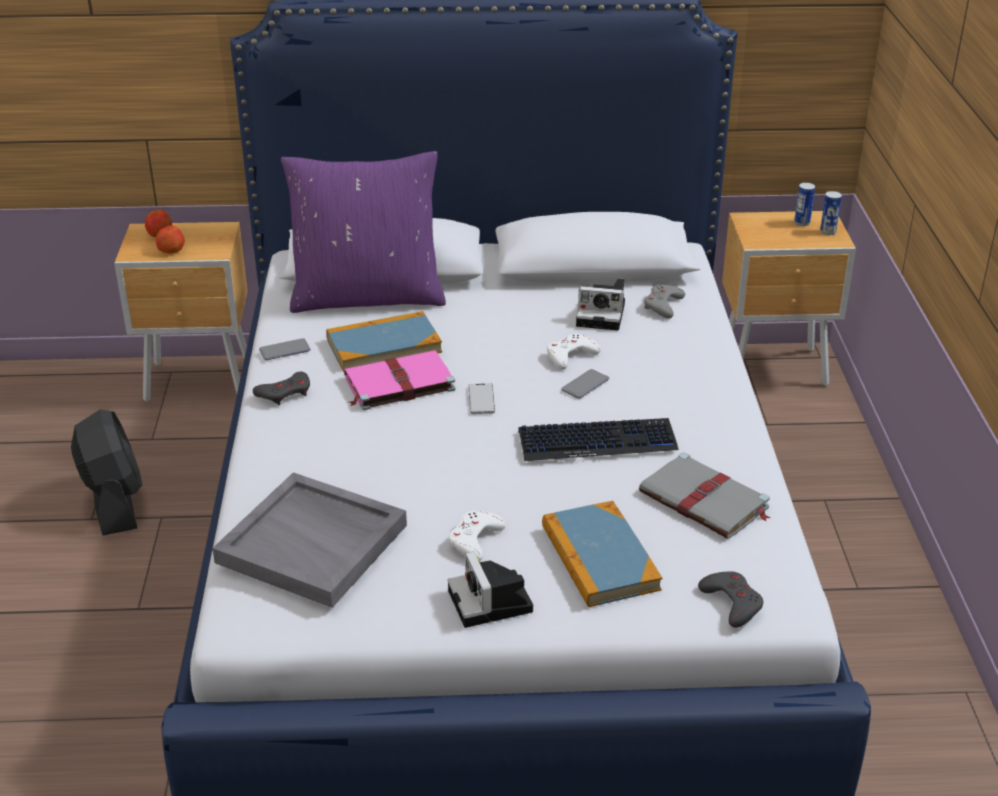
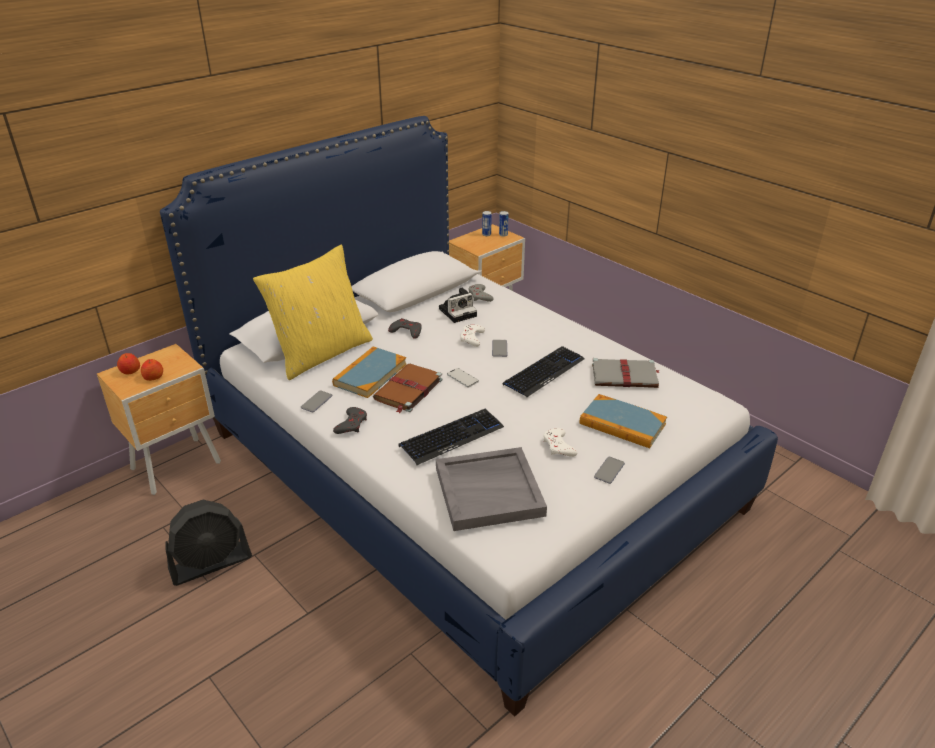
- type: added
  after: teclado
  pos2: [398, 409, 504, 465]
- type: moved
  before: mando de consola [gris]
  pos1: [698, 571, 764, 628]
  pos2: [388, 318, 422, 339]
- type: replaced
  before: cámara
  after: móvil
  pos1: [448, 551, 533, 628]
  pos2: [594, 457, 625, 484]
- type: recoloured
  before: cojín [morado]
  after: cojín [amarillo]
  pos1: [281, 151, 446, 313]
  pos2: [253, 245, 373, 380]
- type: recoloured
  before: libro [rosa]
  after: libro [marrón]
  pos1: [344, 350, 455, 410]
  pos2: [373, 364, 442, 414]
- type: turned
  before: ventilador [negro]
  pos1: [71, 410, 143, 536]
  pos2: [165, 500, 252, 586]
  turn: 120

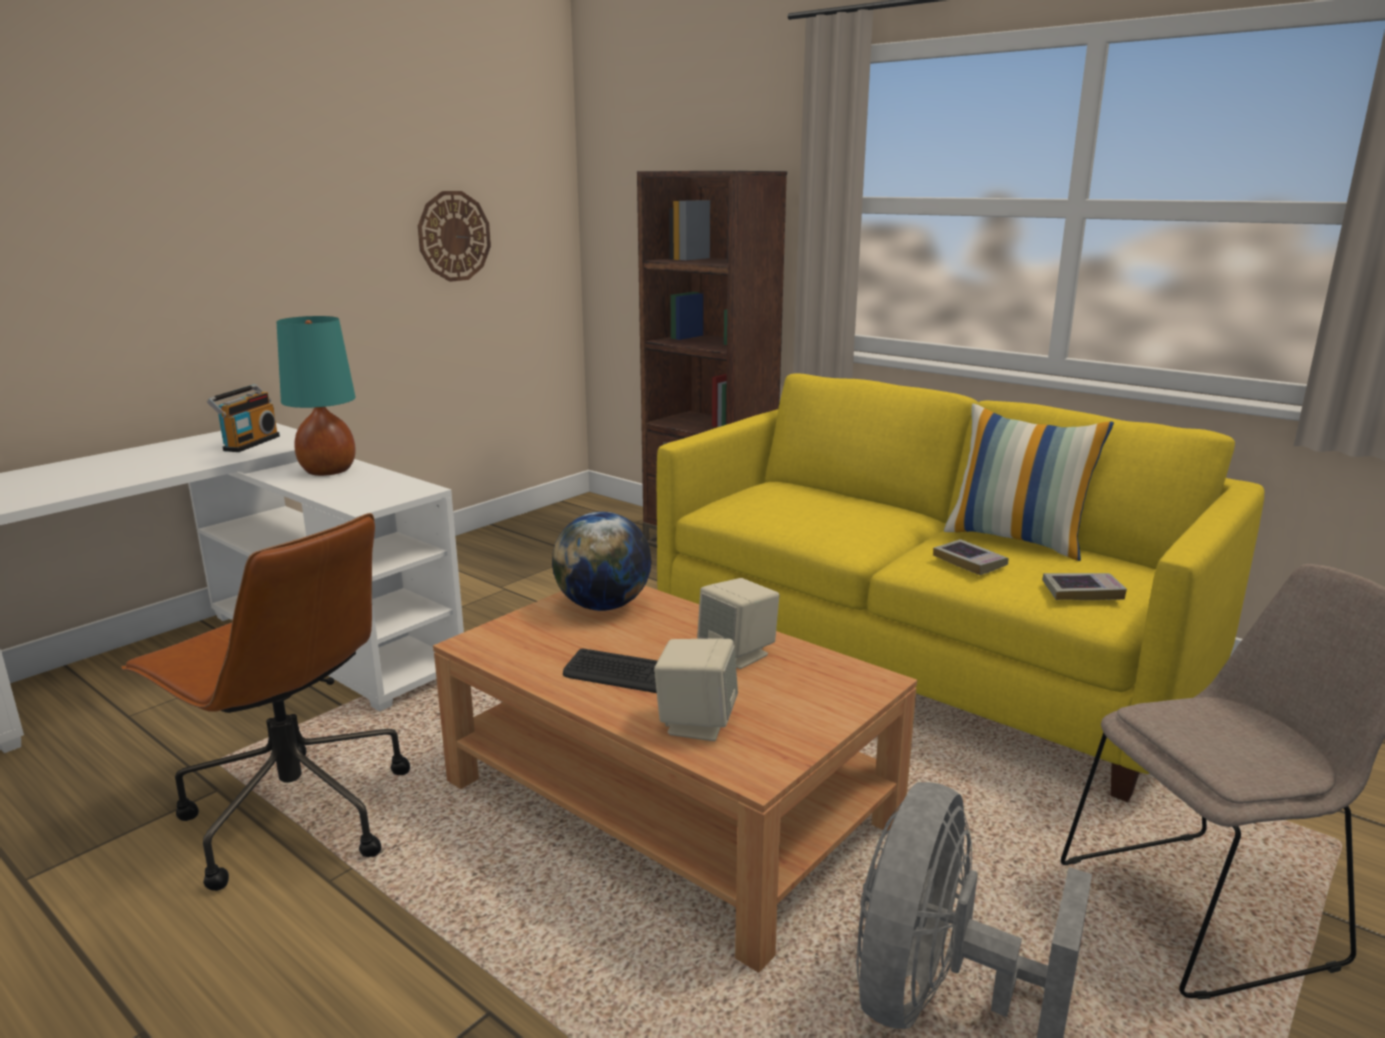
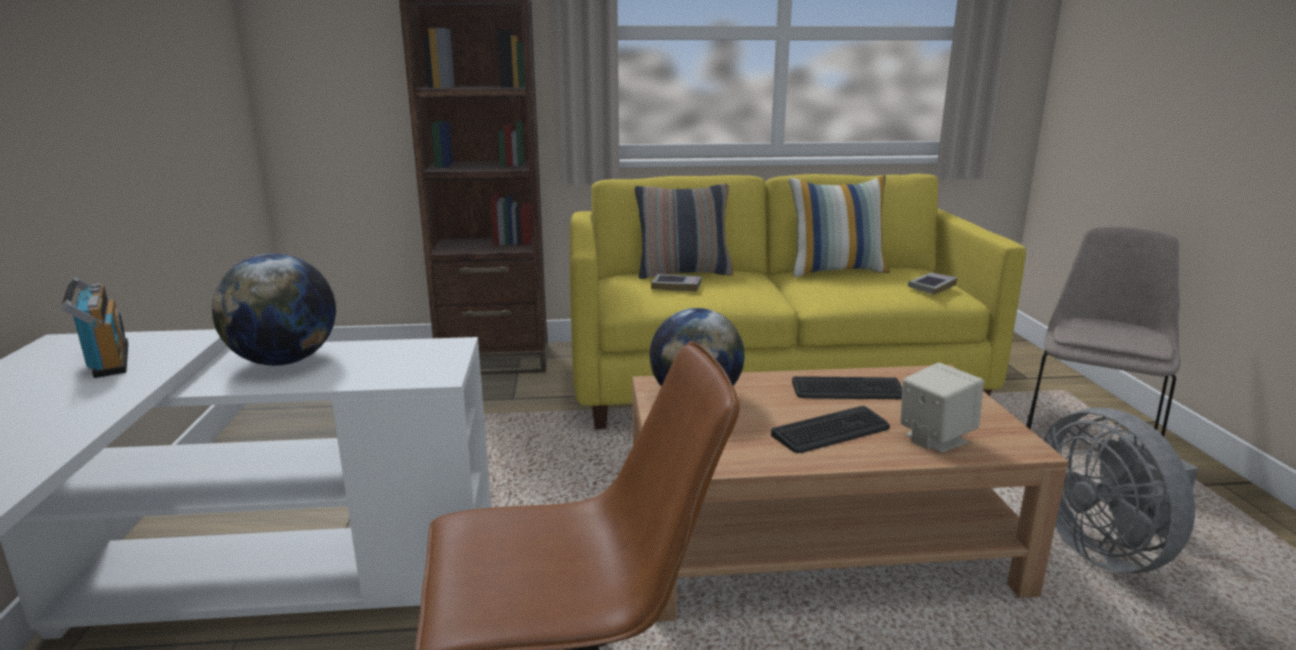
- type: removed
  before: reloj de pared
  pos1: [418, 191, 491, 282]
- type: added
  after: cojín
  pos2: [635, 184, 734, 279]
- type: moved
  before: libro
  pos1: [933, 539, 1008, 575]
  pos2: [651, 274, 702, 292]
- type: replaced
  before: lámpara de mesa [turquesa]
  after: globo terráqueo
  pos1: [277, 316, 356, 476]
  pos2: [212, 253, 336, 366]
- type: replaced
  before: altavoz [beis]
  after: teclado
  pos1: [697, 578, 780, 669]
  pos2: [792, 376, 902, 399]

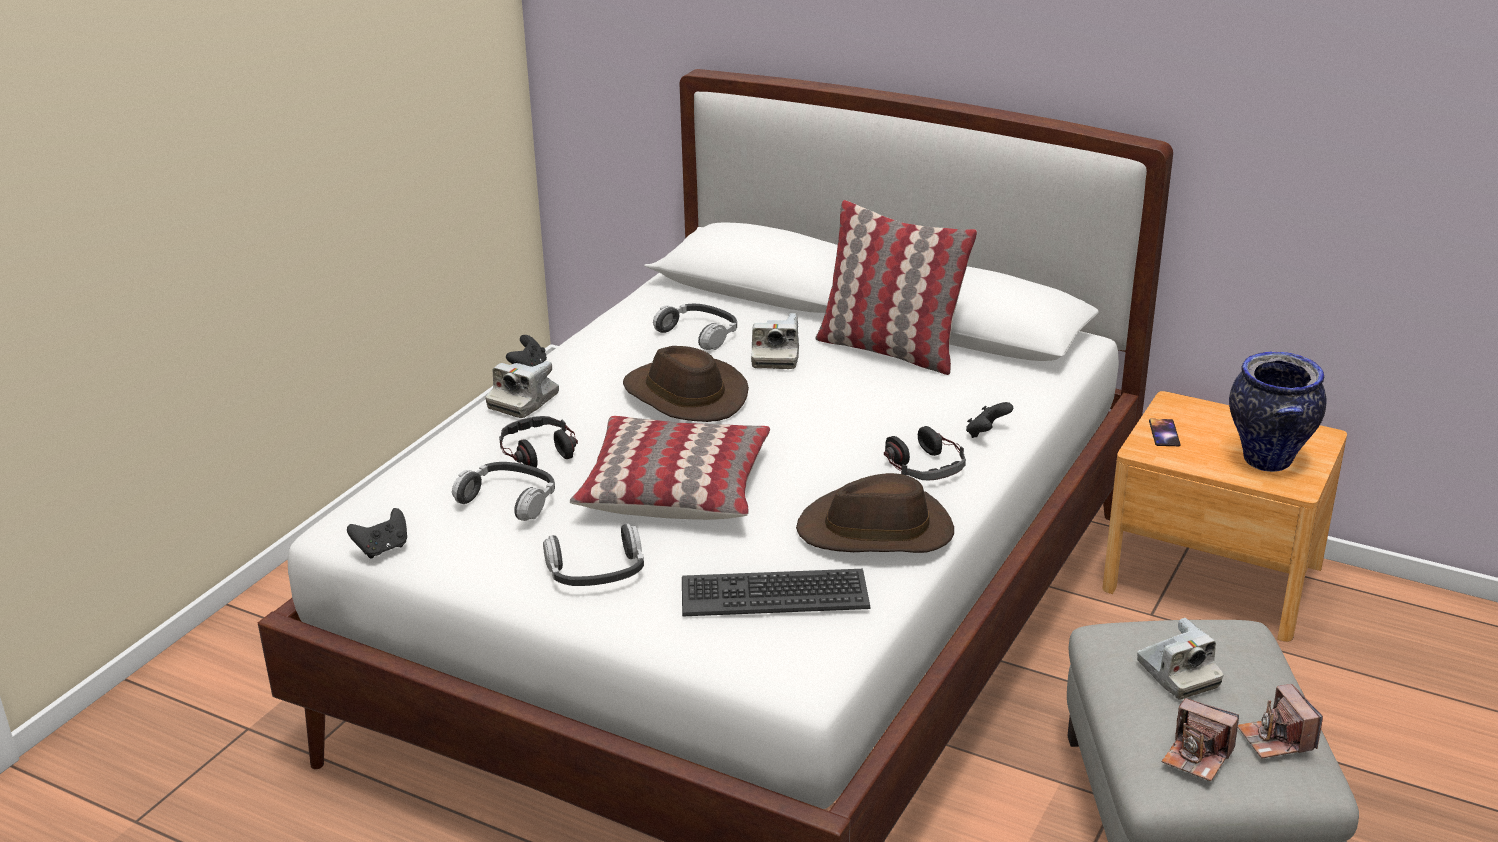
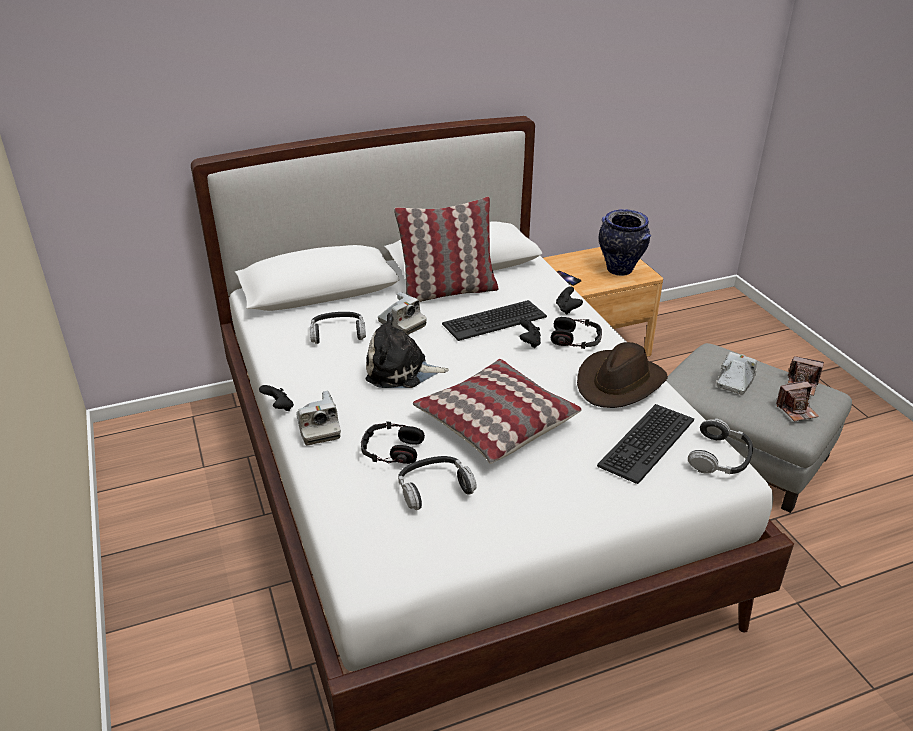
- type: added
  after: teclado
  pos2: [442, 300, 547, 341]
- type: moved
  before: mando de consola [negro]
  pos1: [347, 508, 407, 559]
  pos2: [519, 319, 541, 348]
- type: moved
  before: auriculares
  pos1: [543, 524, 644, 586]
  pos2: [688, 418, 753, 474]
- type: replaced
  before: sombrero [marrón]
  after: peluche
  pos1: [623, 346, 749, 422]
  pos2: [366, 313, 449, 388]
- type: turned
  before: cámara
  pos1: [1137, 618, 1223, 700]
  pos2: [717, 352, 757, 395]
  turn: -75

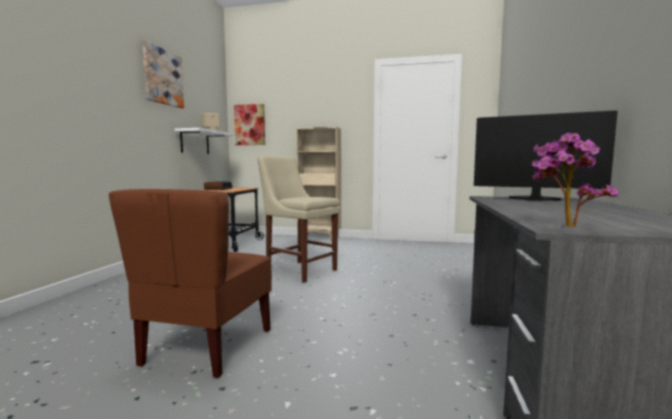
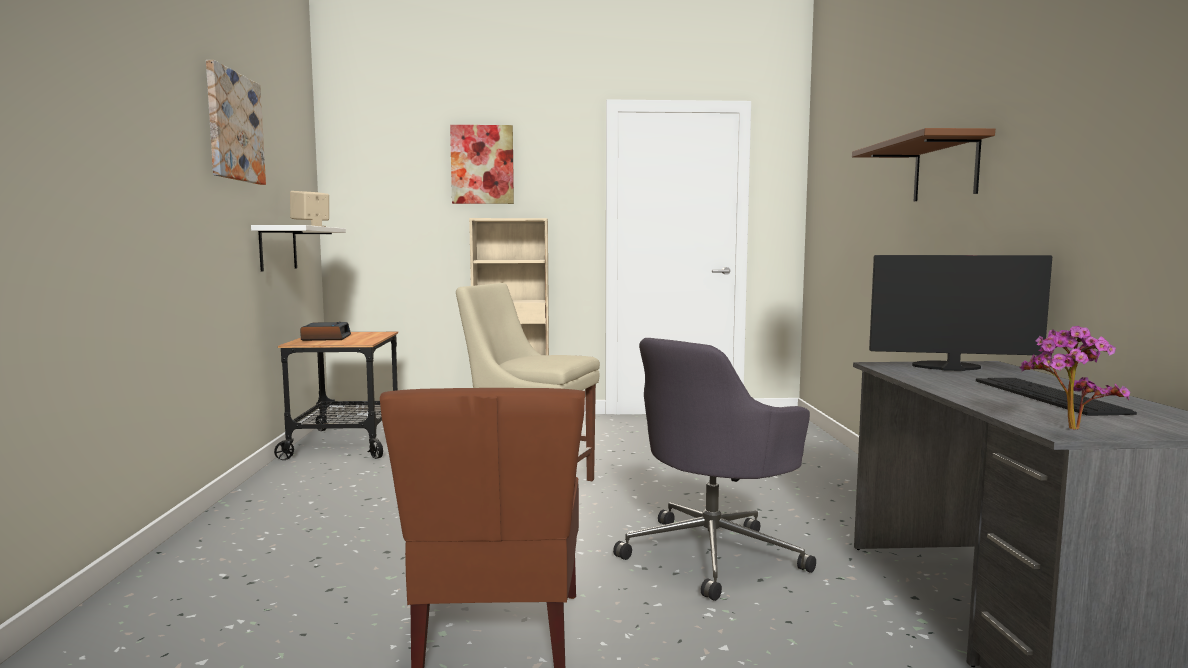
- type: added
  after: silla de oficina [gris]
  pos2: [613, 338, 816, 601]
- type: added
  after: estante [marrón]
  pos2: [852, 128, 995, 201]
- type: added
  after: teclado
  pos2: [976, 378, 1137, 416]
- type: moved
  before: cuadro
  pos1: [234, 104, 265, 145]
  pos2: [450, 125, 514, 204]

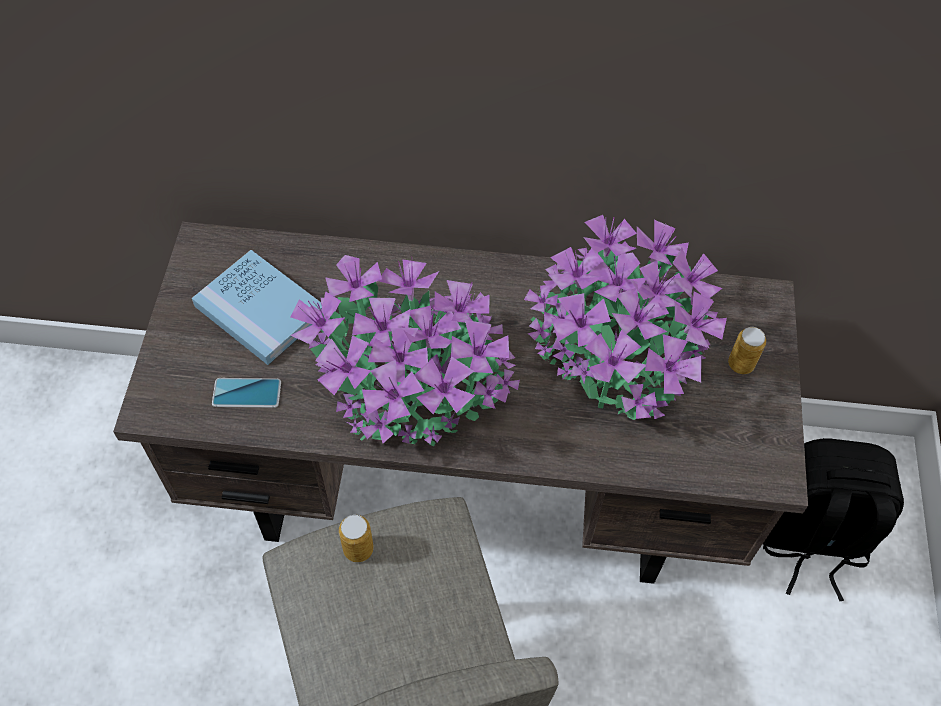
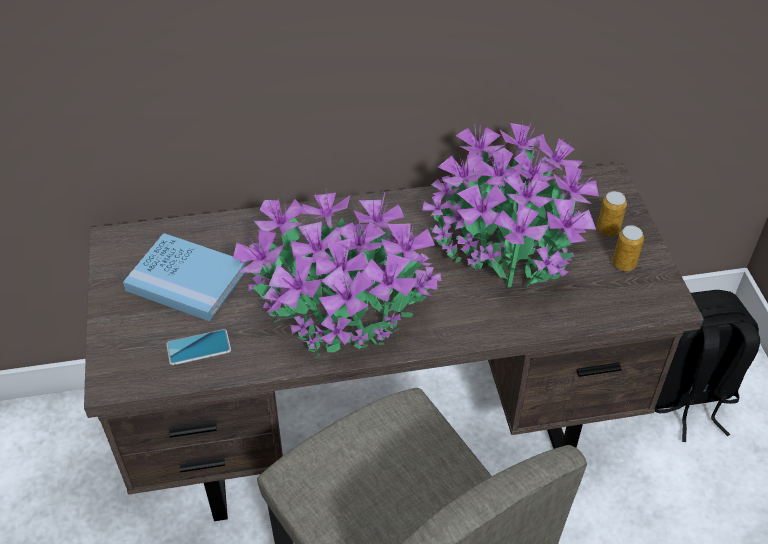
- type: moved
  before: lata
  pos1: [339, 515, 374, 562]
  pos2: [612, 225, 644, 271]

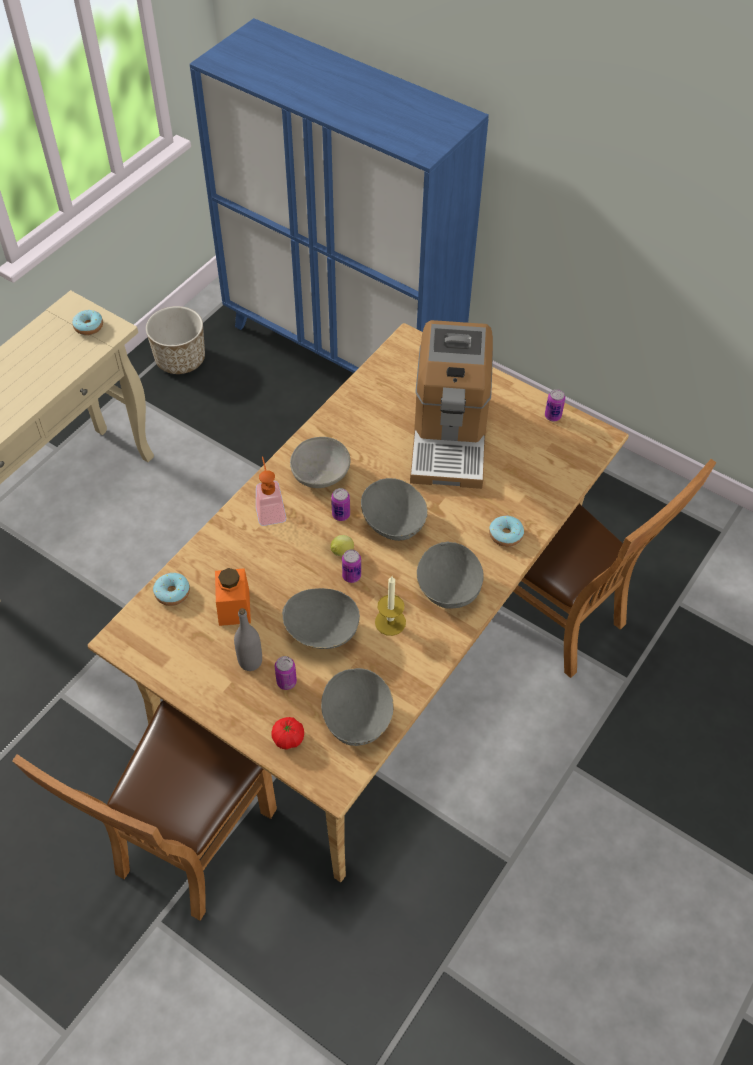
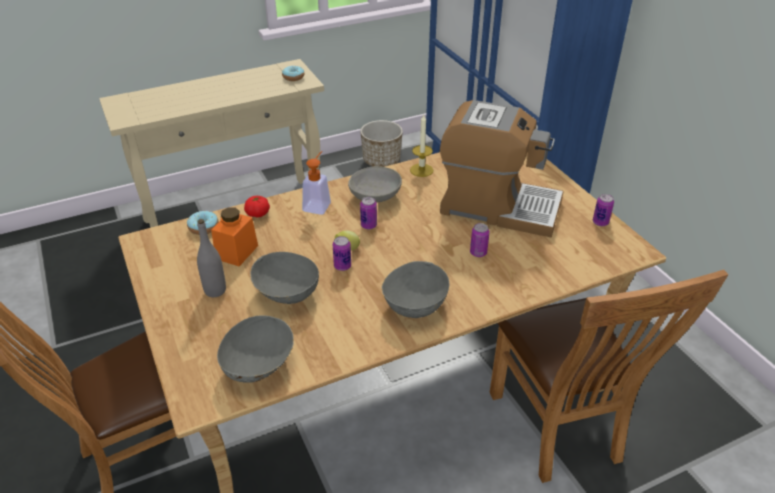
- type: removed
  before: cuenco [gris]
  pos1: [361, 478, 428, 541]
- type: removed
  before: rosquilla
  pos1: [489, 516, 524, 547]
- type: moved
  before: tomate
  pos1: [272, 717, 304, 750]
  pos2: [244, 196, 270, 217]
- type: moved
  before: lata
  pos1: [275, 656, 297, 690]
  pos2: [470, 223, 490, 257]
- type: moved
  before: vela
  pos1: [375, 576, 406, 636]
  pos2: [410, 115, 434, 177]
- type: turned
  before: cafetera
  pos1: [410, 320, 493, 489]
  pos2: [440, 100, 564, 237]
  turn: -105

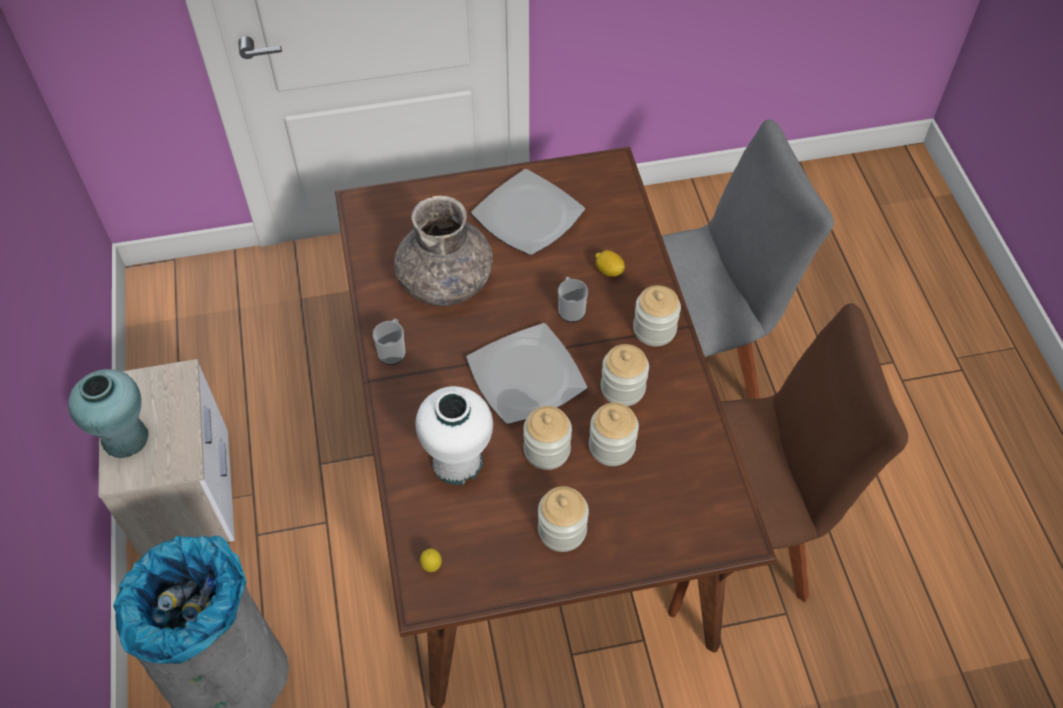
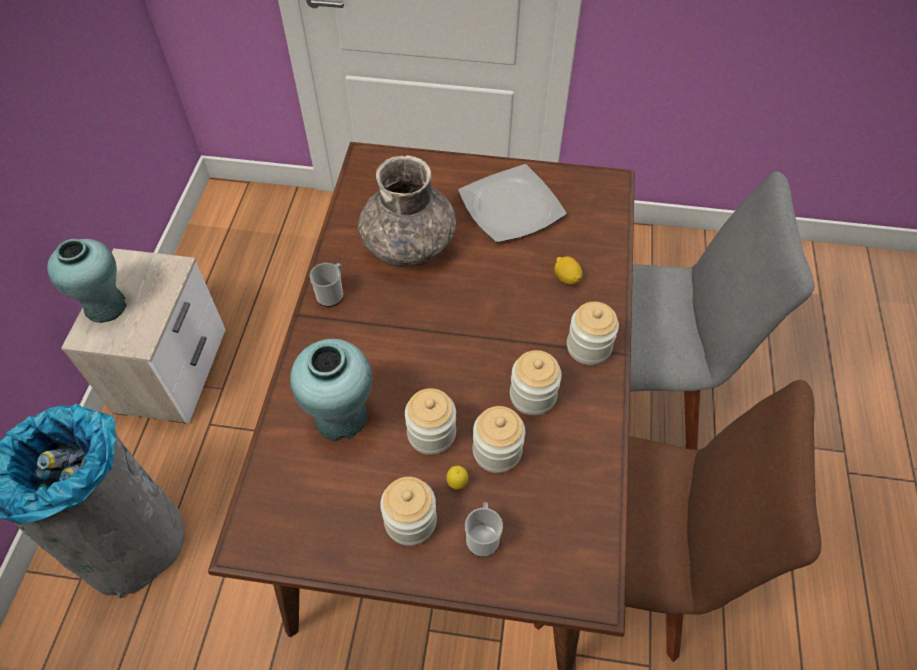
- type: removed
  before: plato
  pos1: [466, 323, 587, 424]
- type: moved
  before: limón
  pos1: [420, 549, 442, 572]
  pos2: [446, 465, 469, 490]
- type: moved
  before: taza grande
  pos1: [558, 277, 588, 322]
  pos2: [465, 502, 503, 557]
- type: recoloured
  before: florero [blanco]
  after: florero [turquesa]
  pos1: [415, 386, 493, 485]
  pos2: [290, 339, 372, 441]

